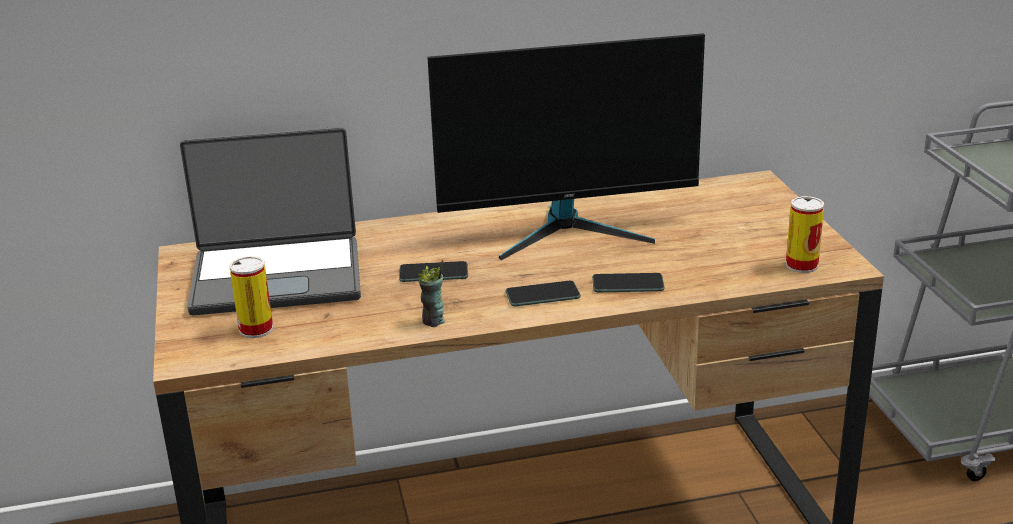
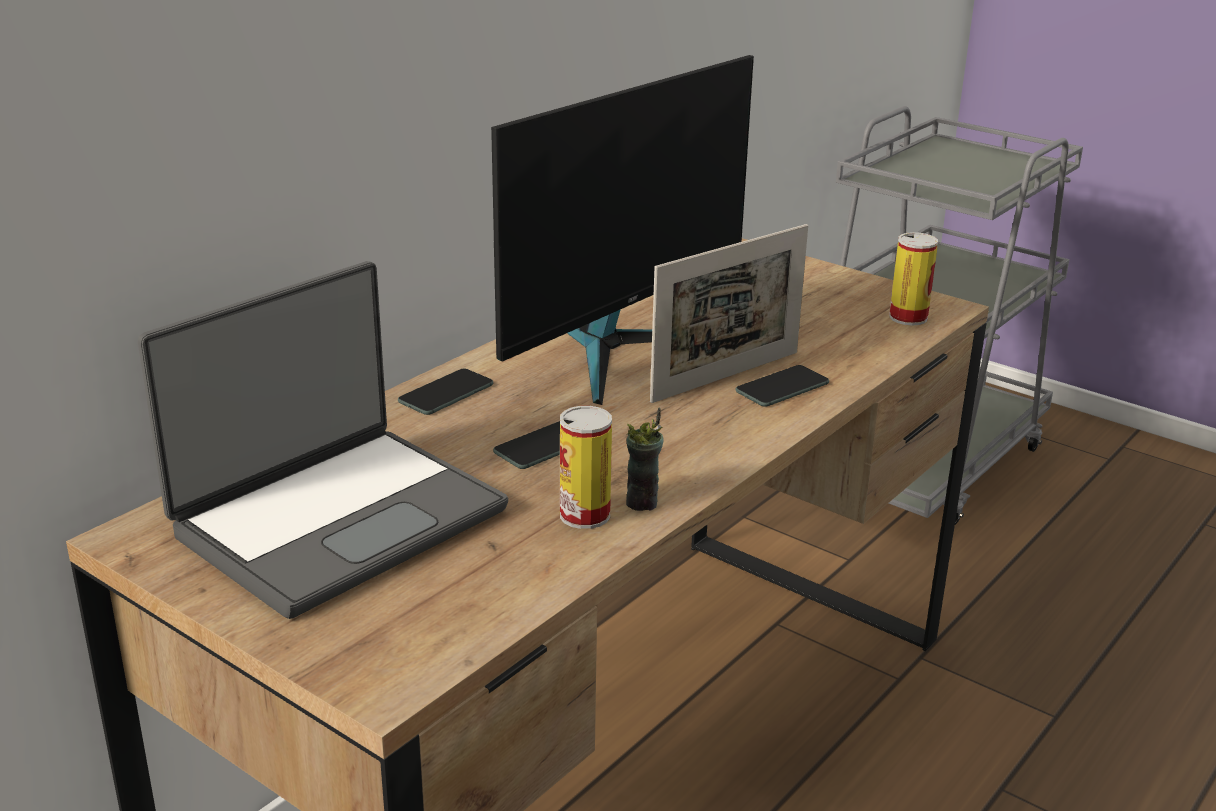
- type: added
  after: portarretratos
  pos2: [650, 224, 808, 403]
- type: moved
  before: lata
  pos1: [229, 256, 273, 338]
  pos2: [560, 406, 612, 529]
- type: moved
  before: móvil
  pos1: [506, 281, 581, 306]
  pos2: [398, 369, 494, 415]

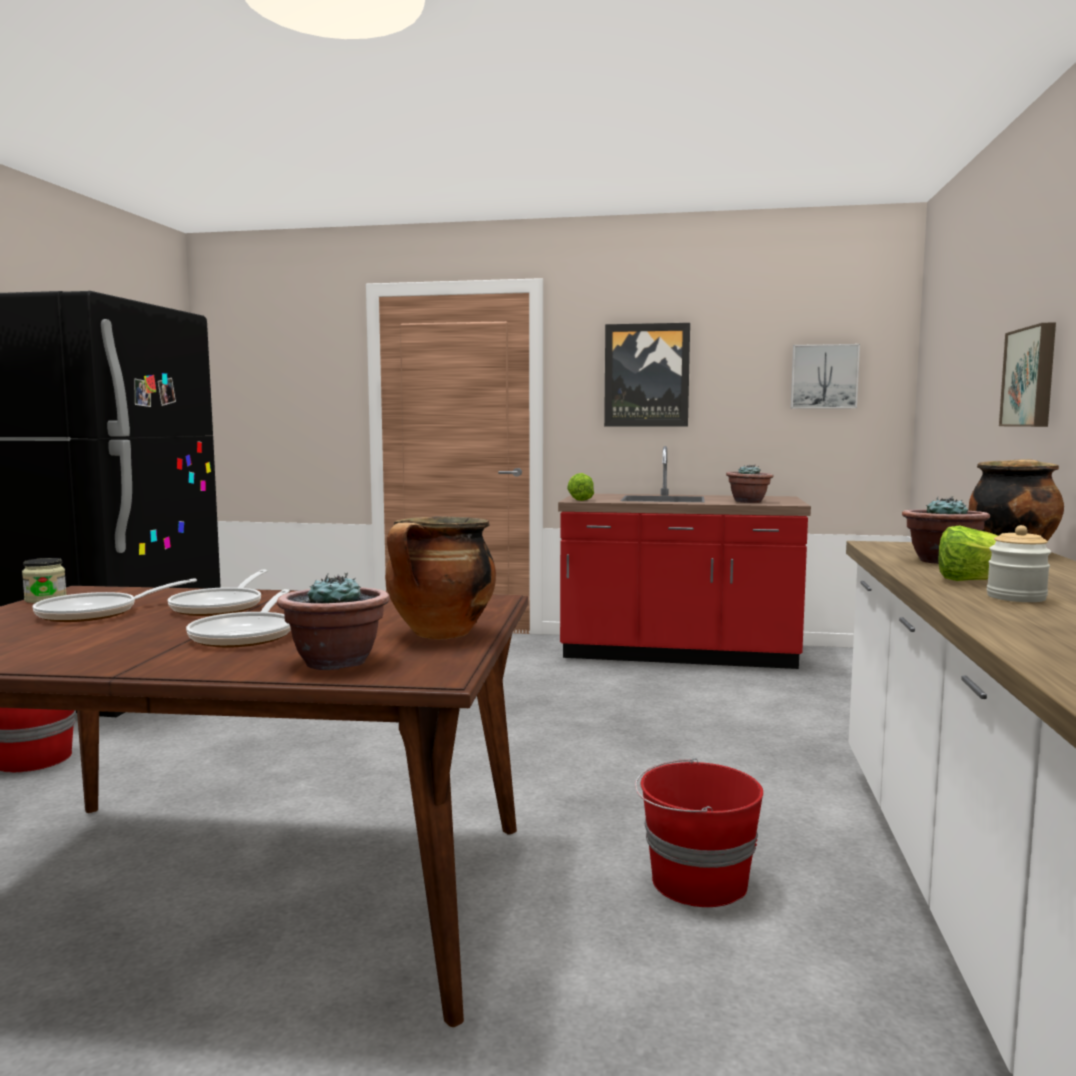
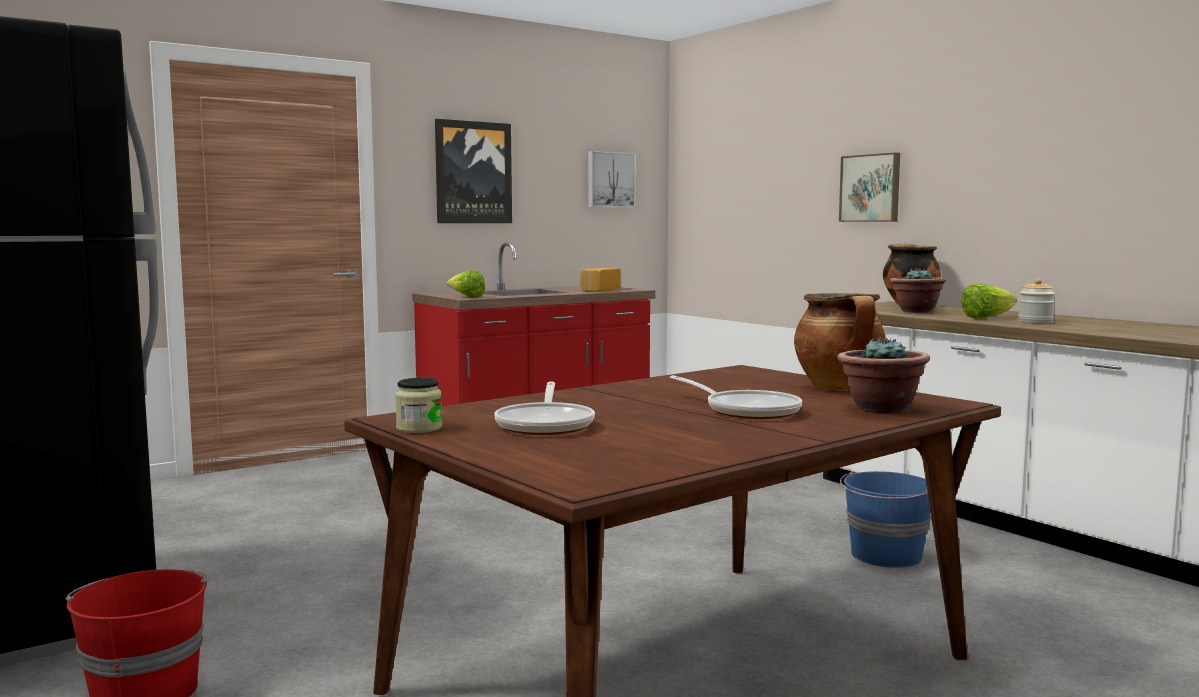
- type: removed
  before: sartén
  pos1: [168, 569, 267, 616]
- type: replaced
  before: planta en maceta
  after: pan
  pos1: [726, 465, 774, 503]
  pos2: [580, 268, 621, 292]
- type: recoloured
  before: cubo [rojo]
  after: cubo [azul]
  pos1: [635, 758, 763, 907]
  pos2: [840, 471, 931, 568]

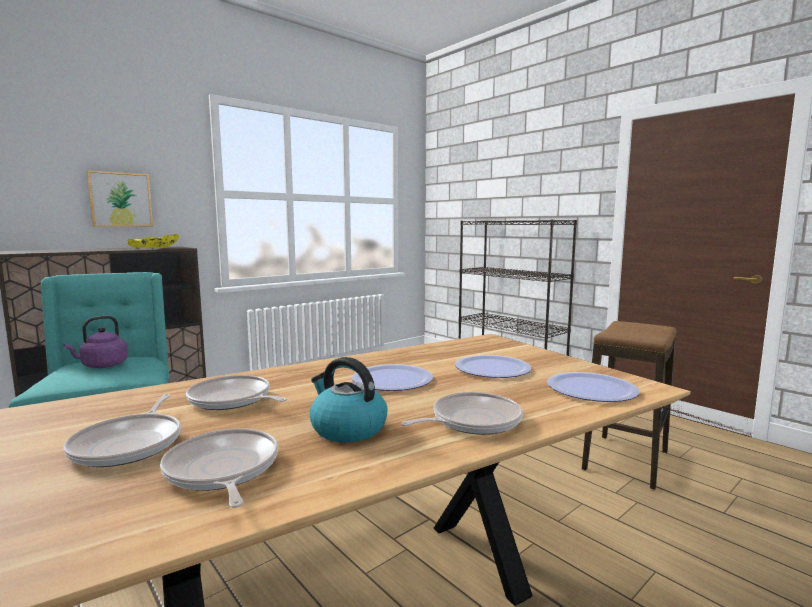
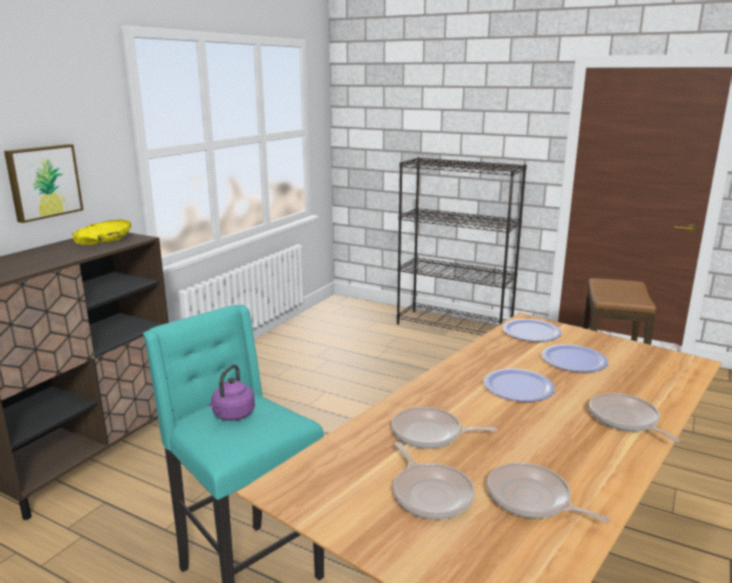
- type: removed
  before: hervidor
  pos1: [309, 357, 388, 442]
- type: moved
  before: plato
  pos1: [547, 372, 640, 402]
  pos2: [503, 319, 562, 342]
- type: turned
  before: sartén
  pos1: [401, 392, 523, 435]
  pos2: [589, 393, 680, 442]
  turn: -60

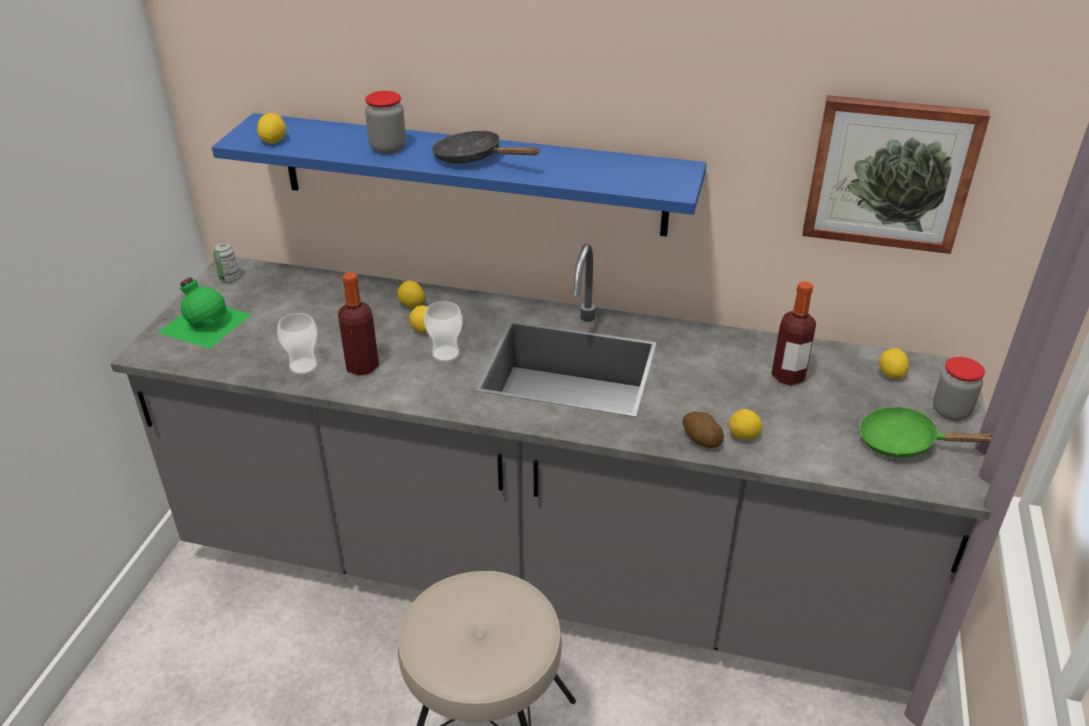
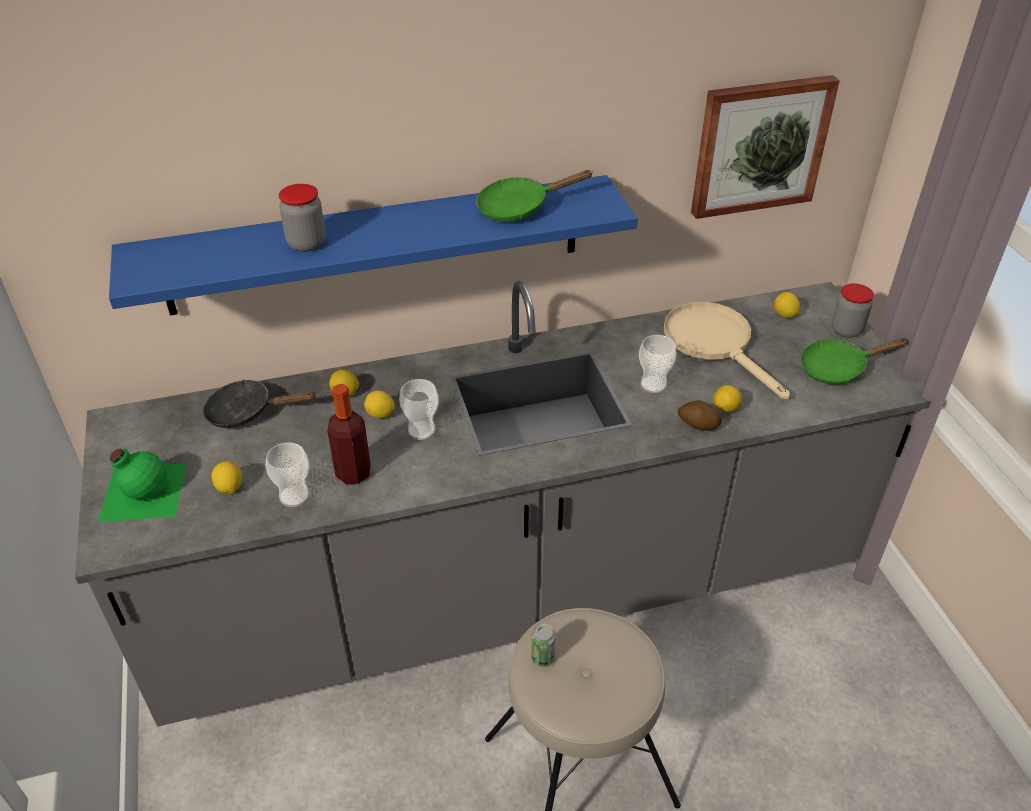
- type: added
  after: sartén [verde]
  pos2: [476, 170, 593, 222]
- type: added
  after: taza
  pos2: [639, 335, 677, 393]
- type: moved
  before: lata
  pos1: [213, 243, 239, 283]
  pos2: [531, 624, 556, 667]
- type: moved
  before: limón
  pos1: [257, 113, 286, 144]
  pos2: [211, 461, 242, 494]
- type: moved
  before: sartén [negro]
  pos1: [432, 130, 540, 164]
  pos2: [203, 379, 317, 428]
- type: replaced
  before: botella
  after: sartén [beis]
  pos1: [771, 281, 816, 385]
  pos2: [664, 302, 790, 399]

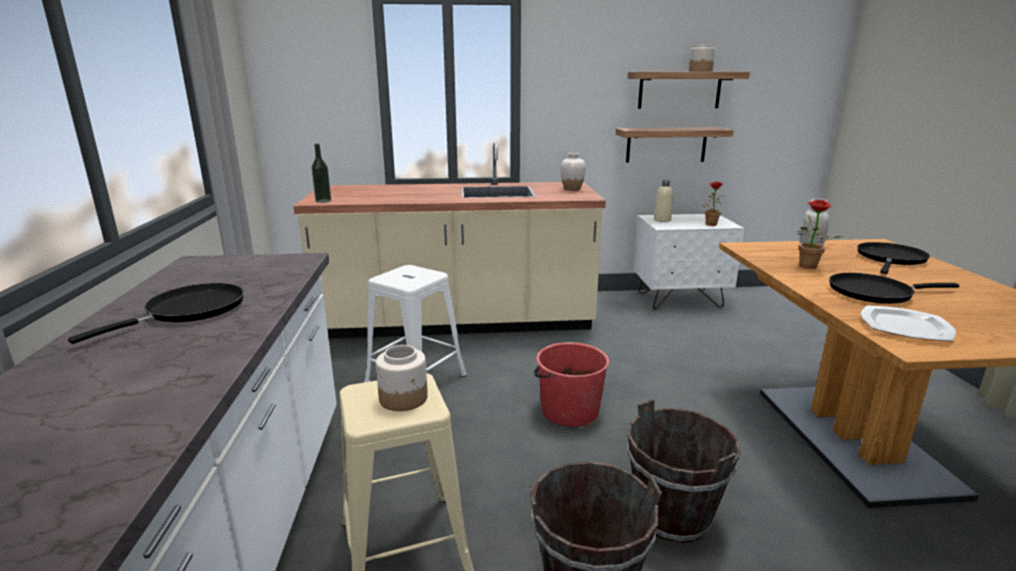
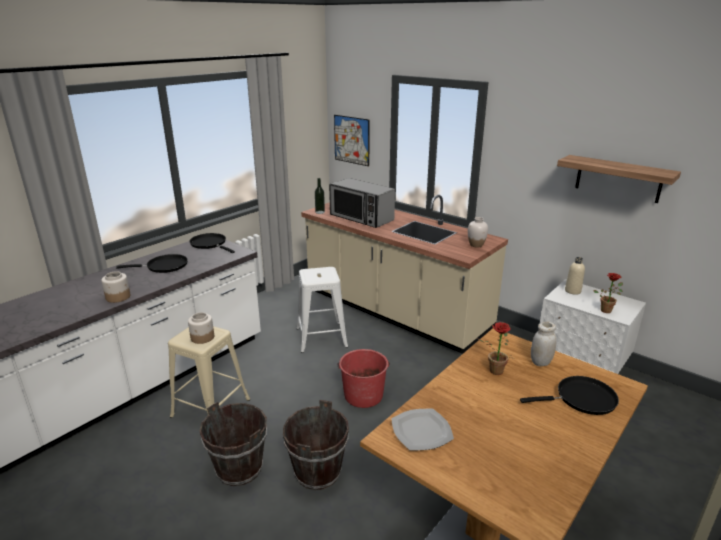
- type: removed
  before: estante
  pos1: [616, 127, 734, 163]
- type: added
  after: microondas
  pos2: [329, 178, 395, 228]
- type: added
  after: cuadro
  pos2: [334, 115, 370, 166]
- type: moved
  before: tarro
  pos1: [689, 44, 715, 72]
  pos2: [101, 271, 131, 303]
- type: moved
  before: sartén [negro]
  pos1: [829, 273, 959, 304]
  pos2: [189, 233, 235, 253]

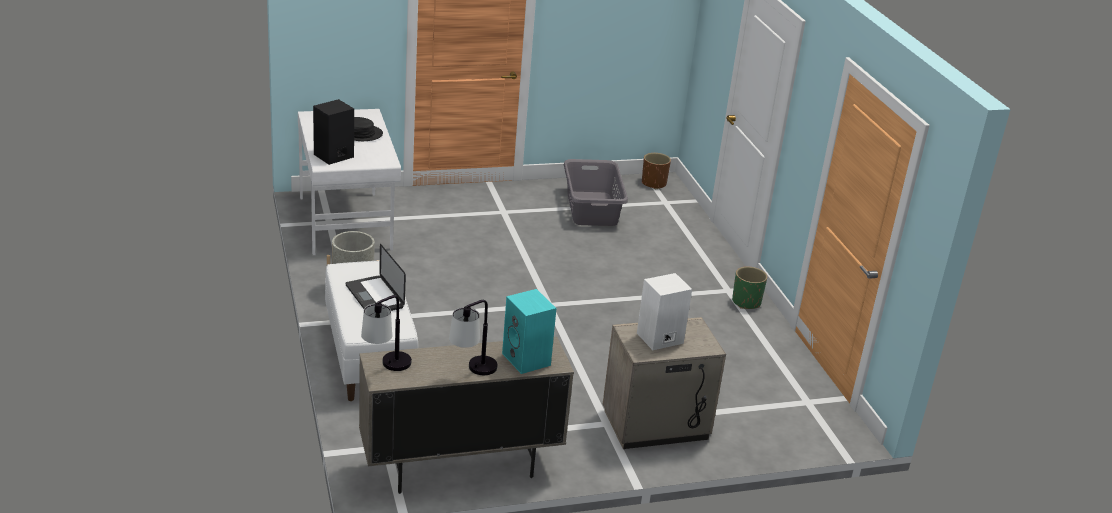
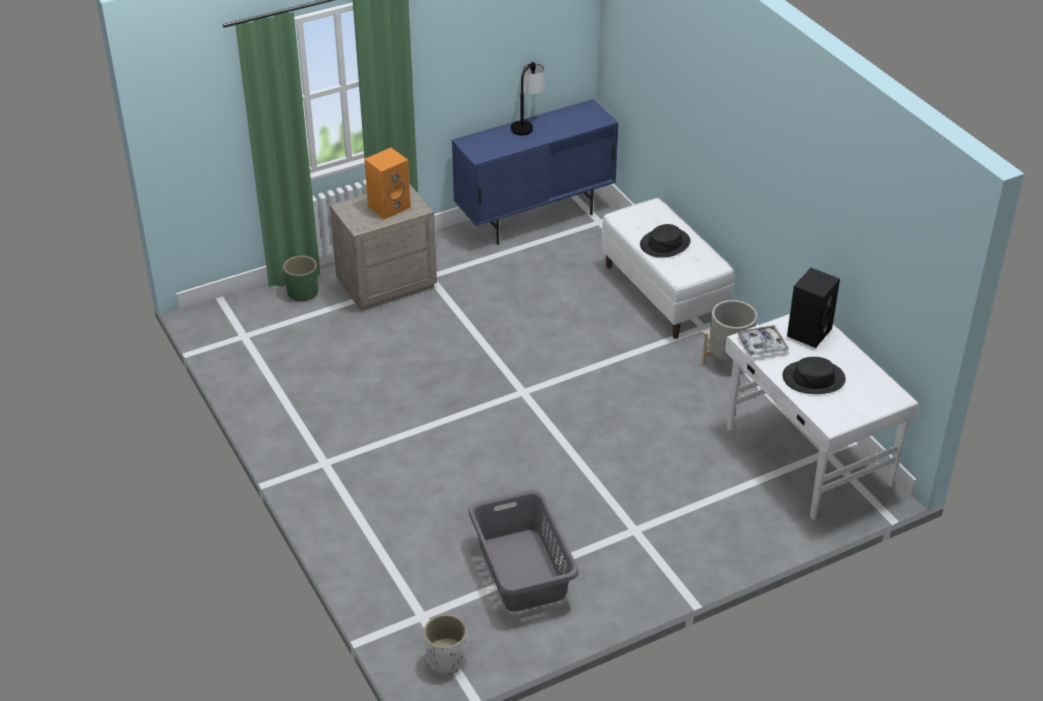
- type: removed
  before: lámpara de mesa
  pos1: [361, 295, 412, 371]
- type: removed
  before: altavoz [turquesa]
  pos1: [502, 289, 556, 374]
- type: added
  after: bandeja
  pos2: [736, 325, 789, 357]
- type: moved
  before: maceta [verde]
  pos1: [732, 267, 767, 309]
  pos2: [283, 255, 318, 302]
- type: replaced
  before: portátil
  after: sombrero [negro]
  pos1: [346, 244, 406, 311]
  pos2: [640, 224, 691, 258]
- type: recoloured
  before: armario [beis]
  after: armario [azul]
  pos1: [359, 336, 574, 494]
  pos2: [452, 99, 619, 245]
- type: recoloured
  before: altavoz [blanco]
  after: altavoz [naranja]
  pos1: [637, 273, 692, 350]
  pos2: [364, 148, 411, 220]
- type: recoloured
  before: maceta [marrón]
  after: maceta [blanco]
  pos1: [642, 153, 671, 189]
  pos2: [424, 614, 467, 674]

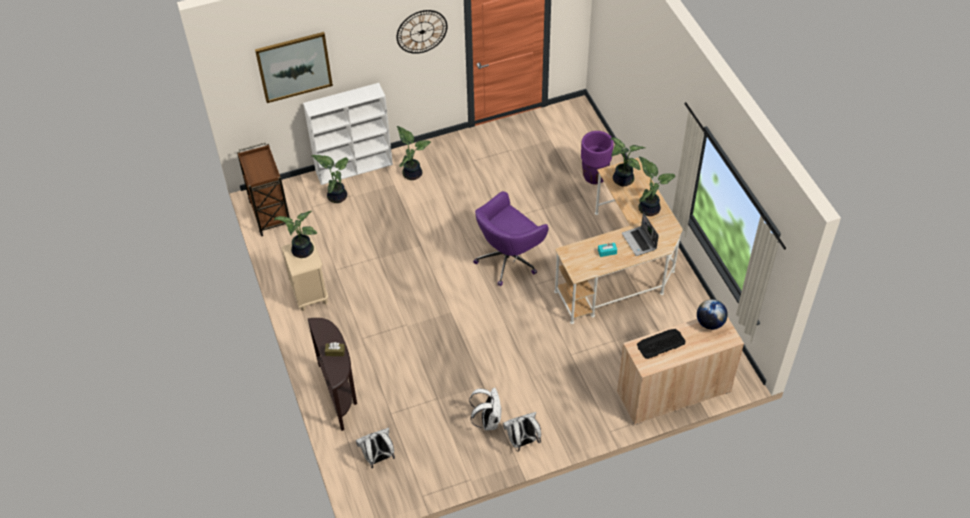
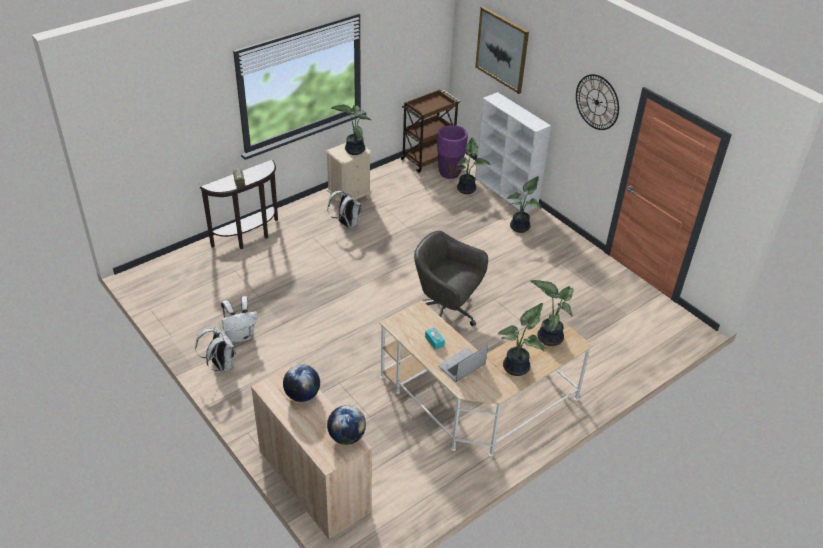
- type: moved
  before: mochila [blanco]
  pos1: [356, 427, 395, 468]
  pos2: [327, 190, 362, 229]
- type: moved
  before: maceta [morado]
  pos1: [581, 131, 614, 184]
  pos2: [437, 125, 468, 179]
- type: replaced
  before: teclado
  after: globo terráqueo
  pos1: [637, 329, 685, 359]
  pos2: [283, 364, 320, 402]
- type: recoloured
  before: silla de oficina [morado]
  after: silla de oficina [gris]
  pos1: [473, 191, 549, 286]
  pos2: [414, 231, 488, 326]

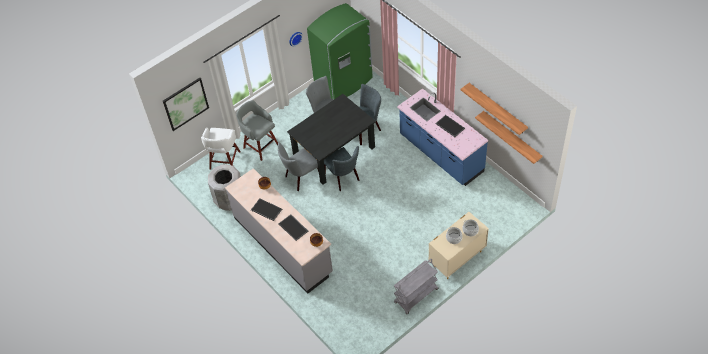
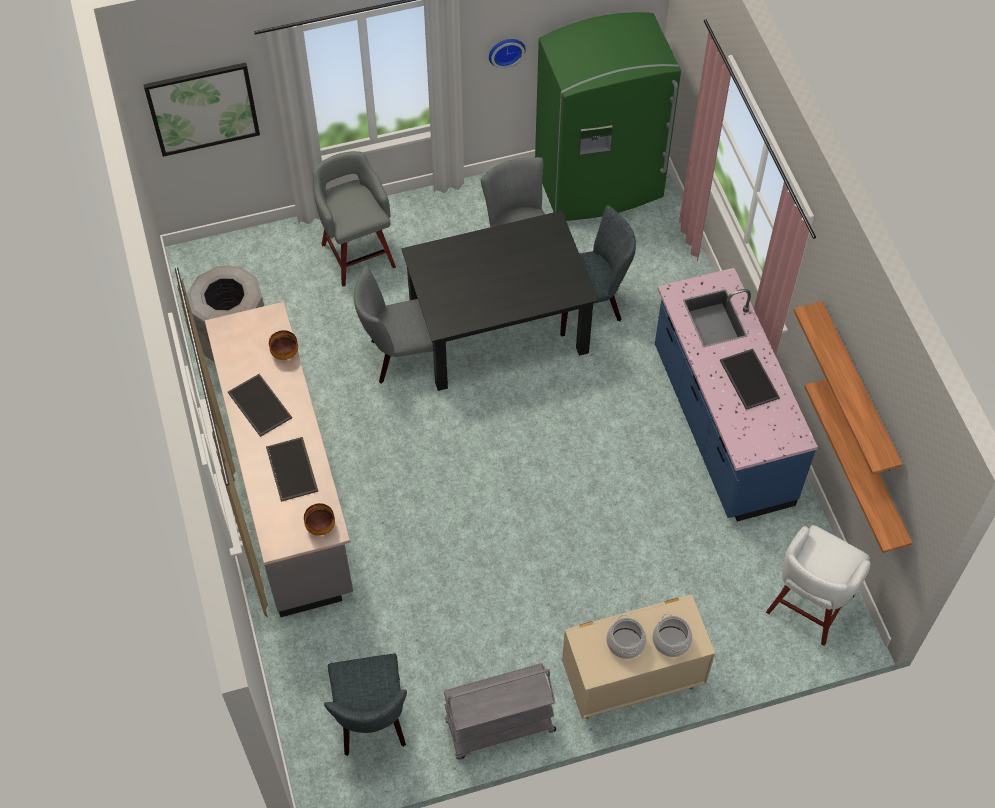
- type: moved
  before: taburete [blanco]
  pos1: [201, 127, 241, 170]
  pos2: [766, 525, 871, 646]
- type: moved
  before: silla [gris]
  pos1: [324, 146, 359, 191]
  pos2: [324, 653, 407, 756]

